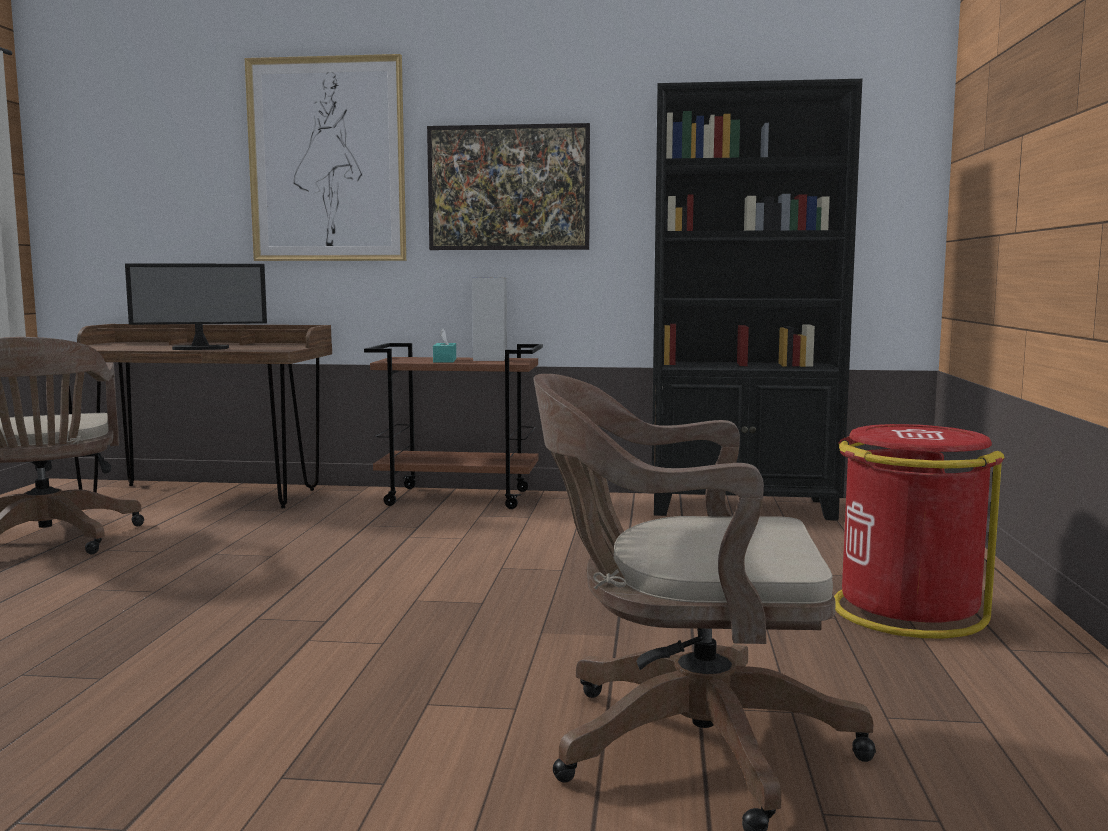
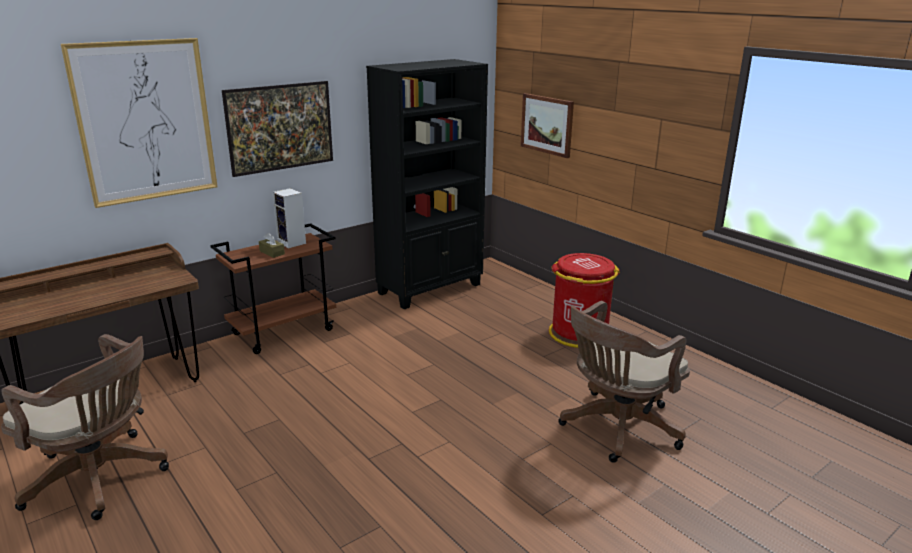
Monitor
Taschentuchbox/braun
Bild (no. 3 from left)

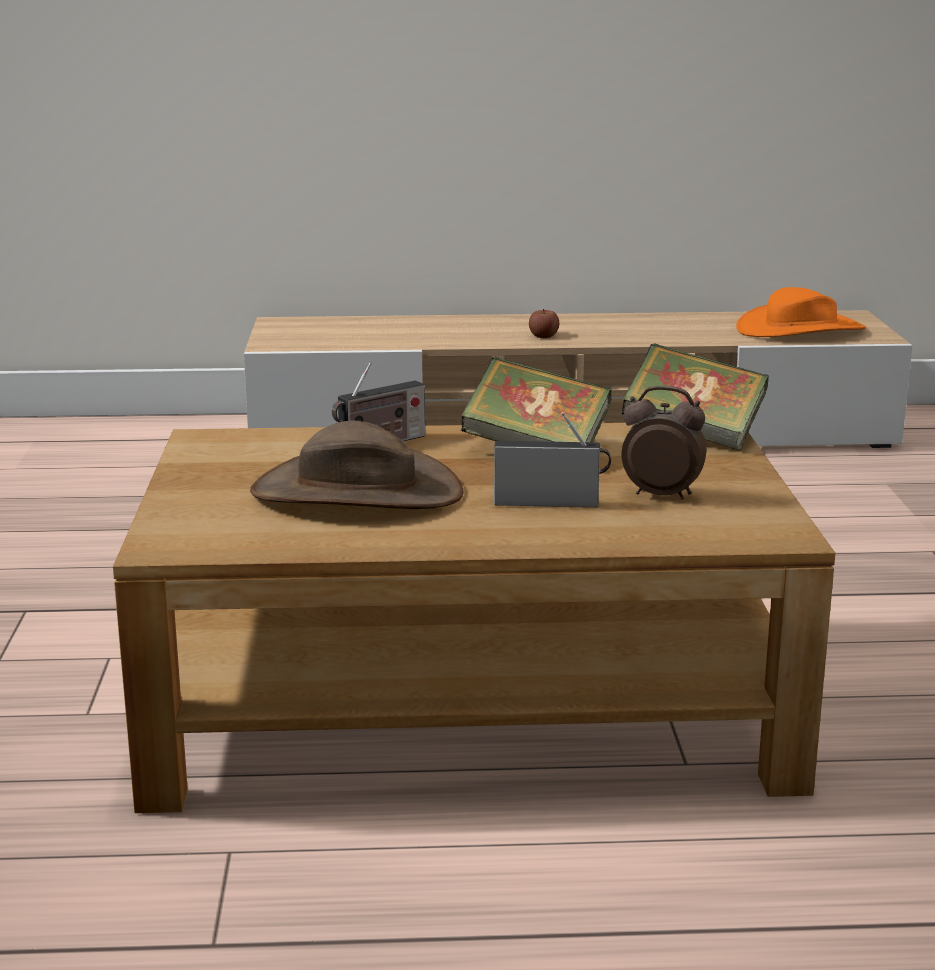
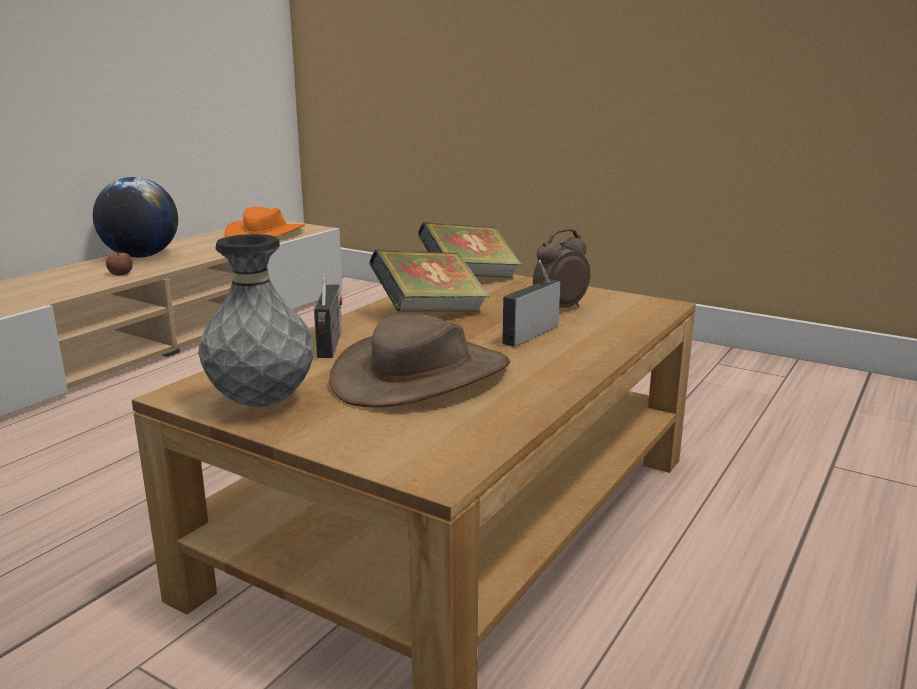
Globus
Vase/grau

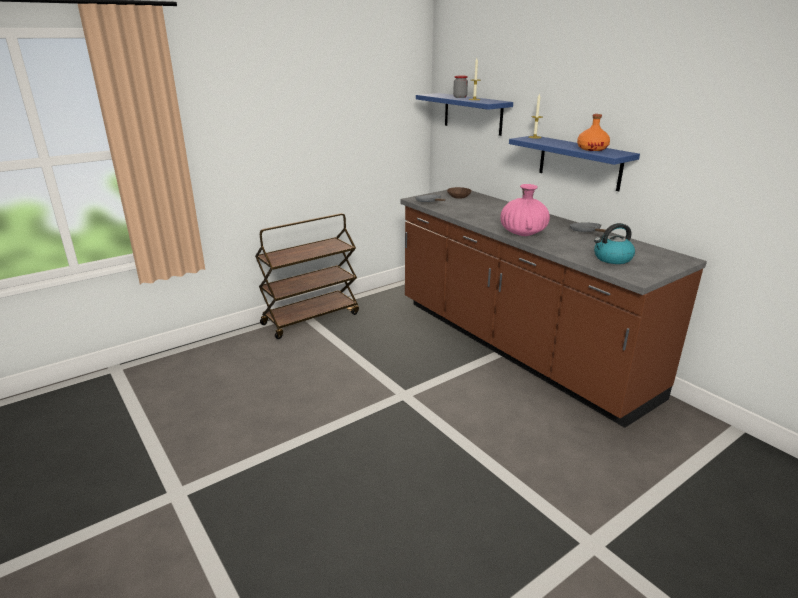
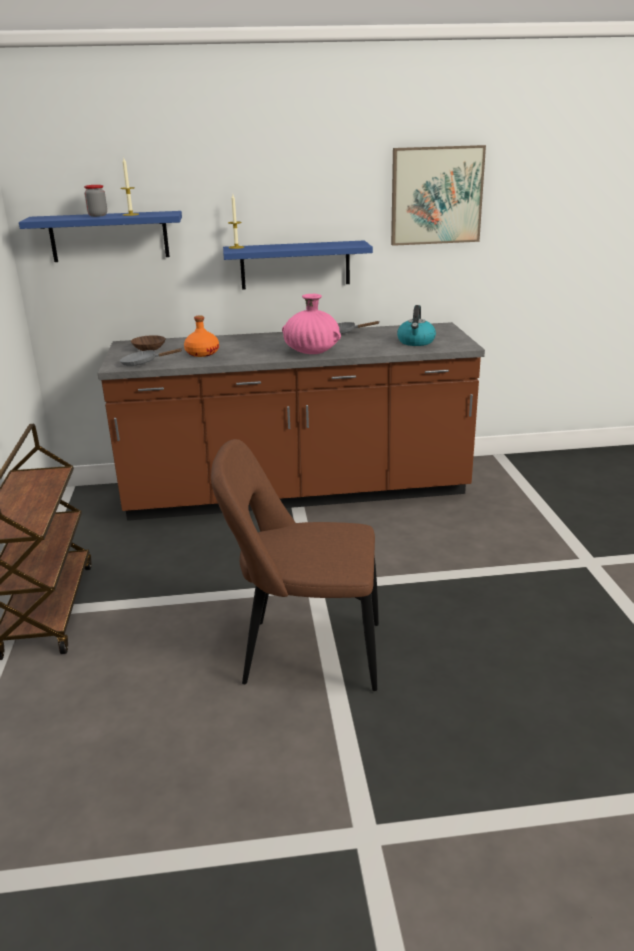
Flasche/orange
Bild
Stuhl/braun

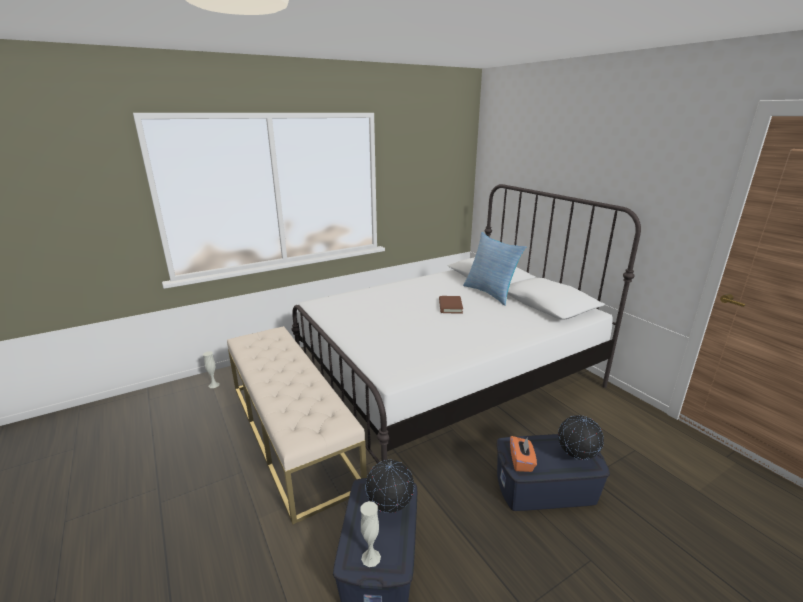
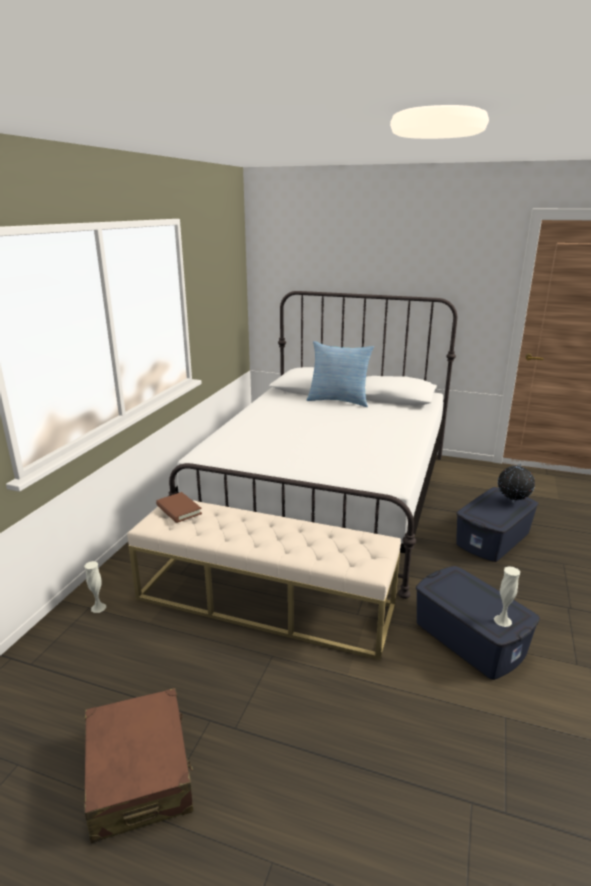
Buch/braun
Taschentuchbox/orange
Globus (no. 1 from left in the first image)
Koffer/braun

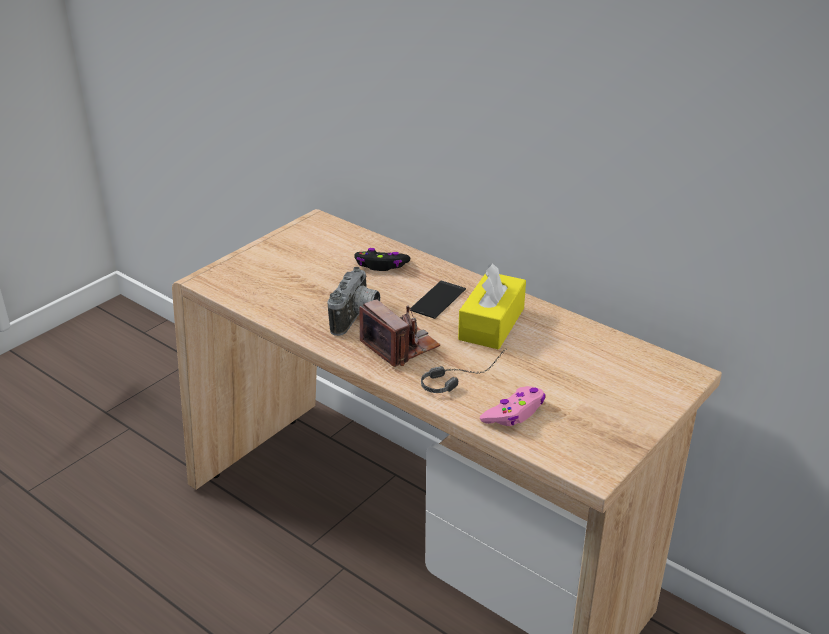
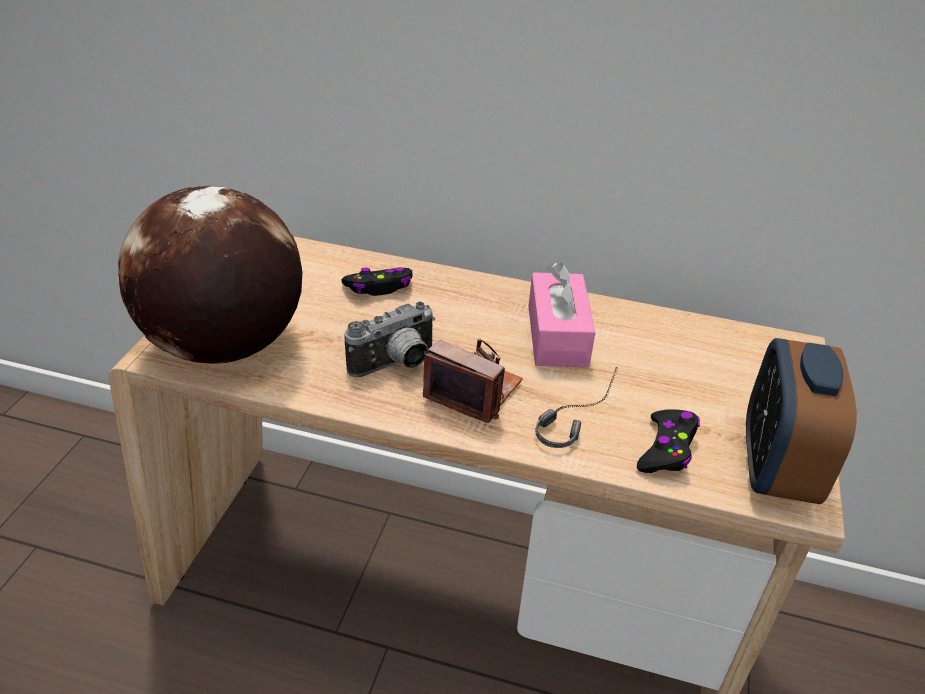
Taschentuchbox/rosa
Kamera (no. 1 from left)
Handy
Gamepad/schwarz (no. 2 from left)
Globus
Wecker

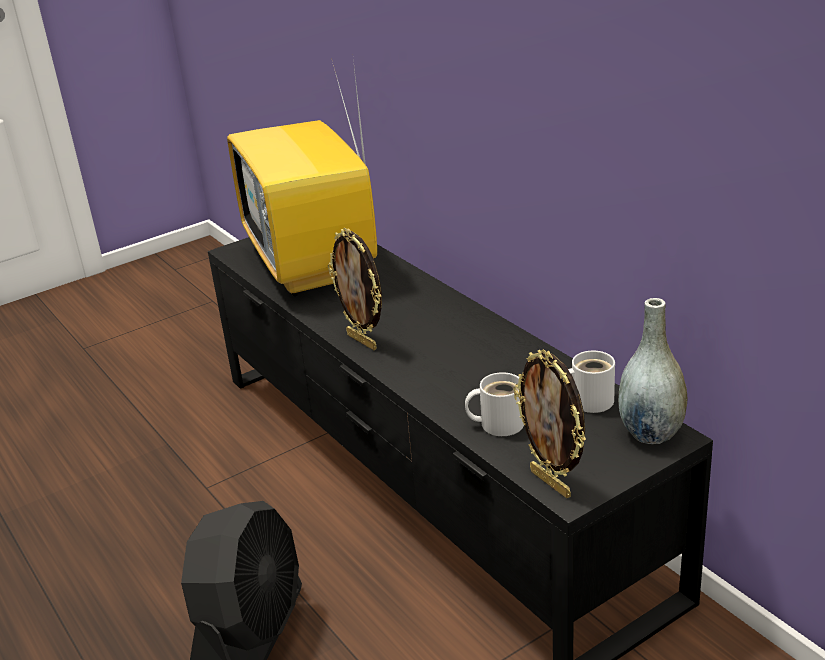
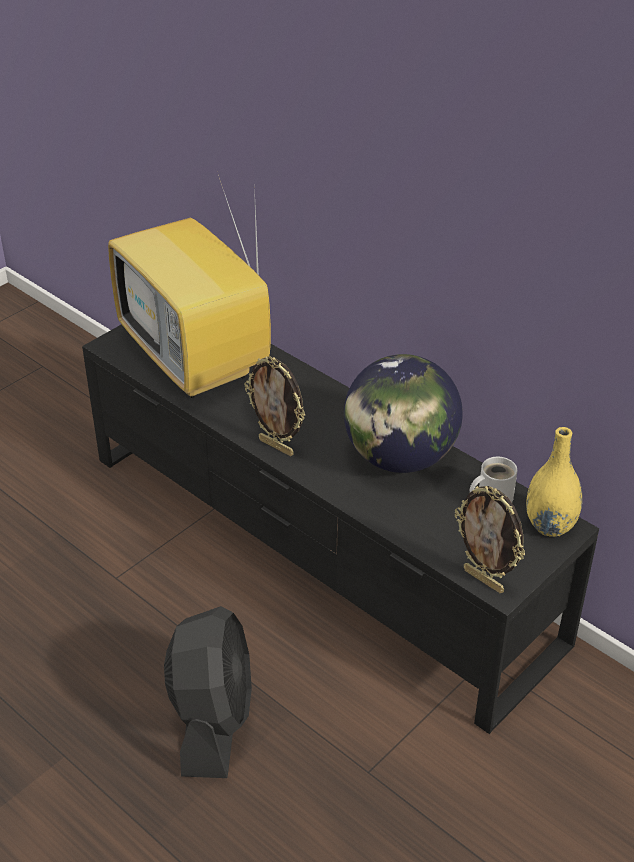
Vase/gelb
Henkelbecher/weiß (no. 1 from left in the first image)
Globus

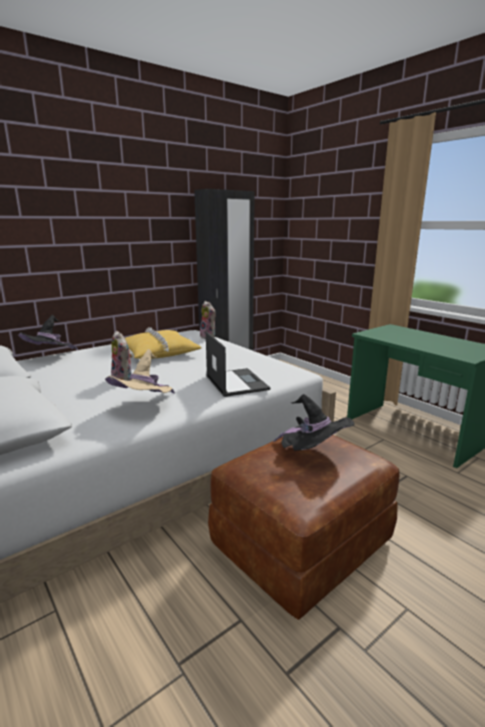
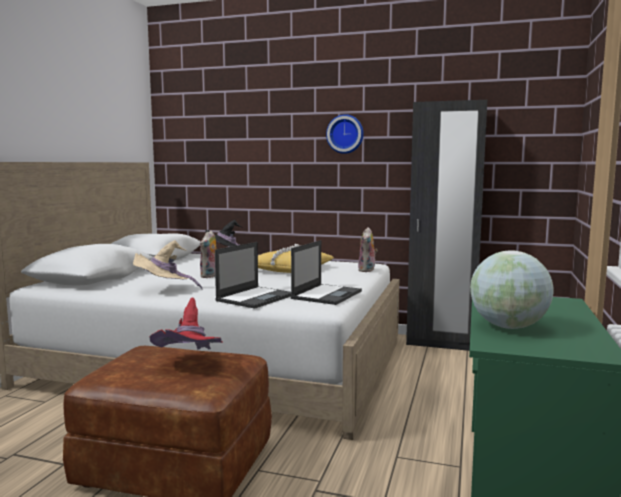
Hut/rot
Wanduhr
Laptop (no. 2 from left)
Globus

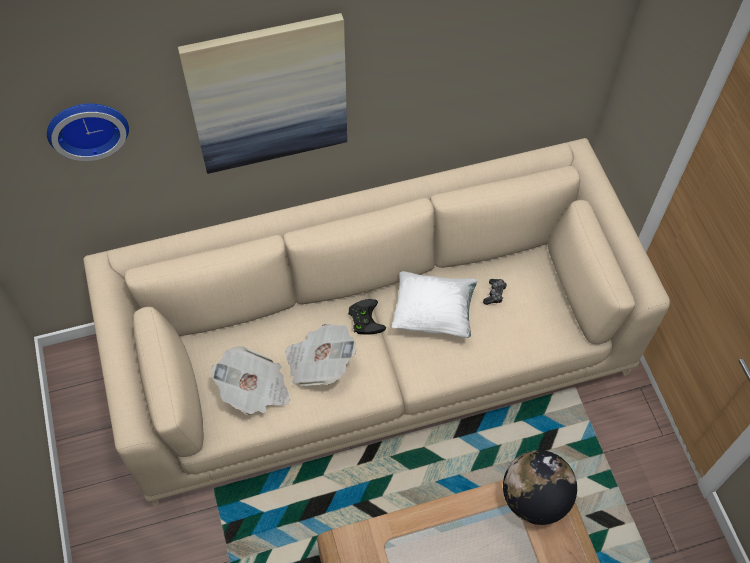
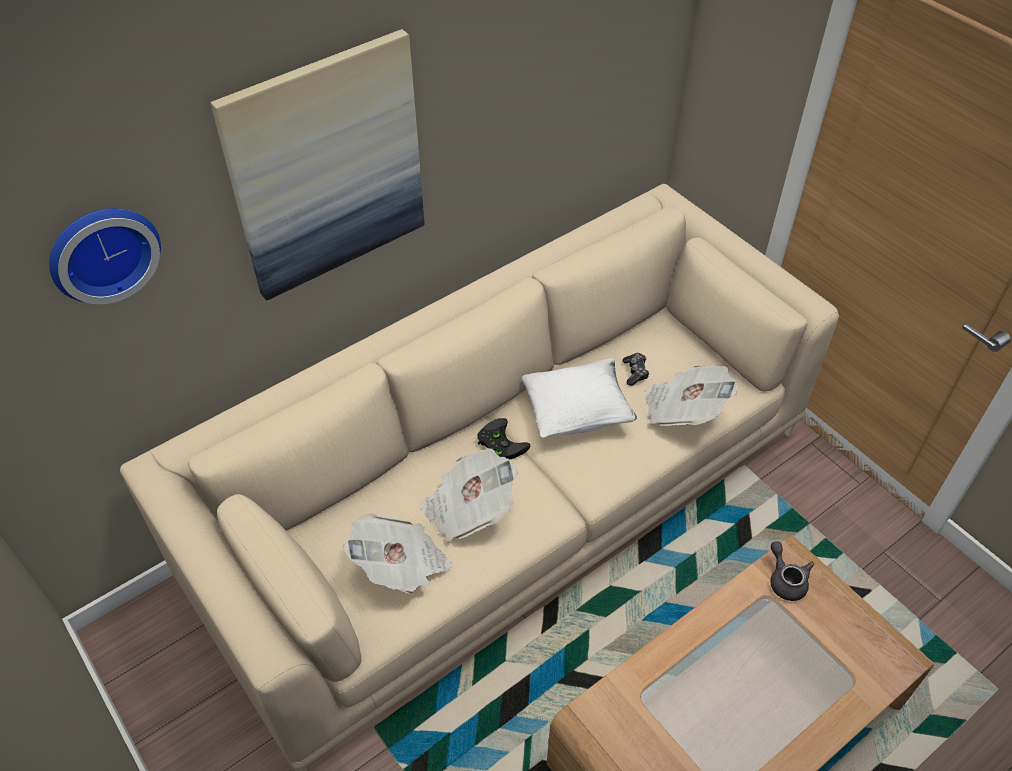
Teekanne/grau
Zeitung (no. 3 from left)

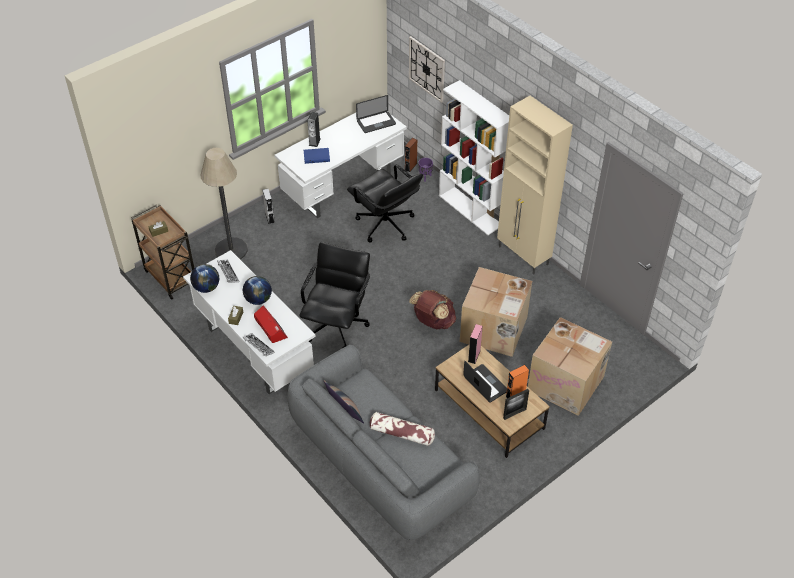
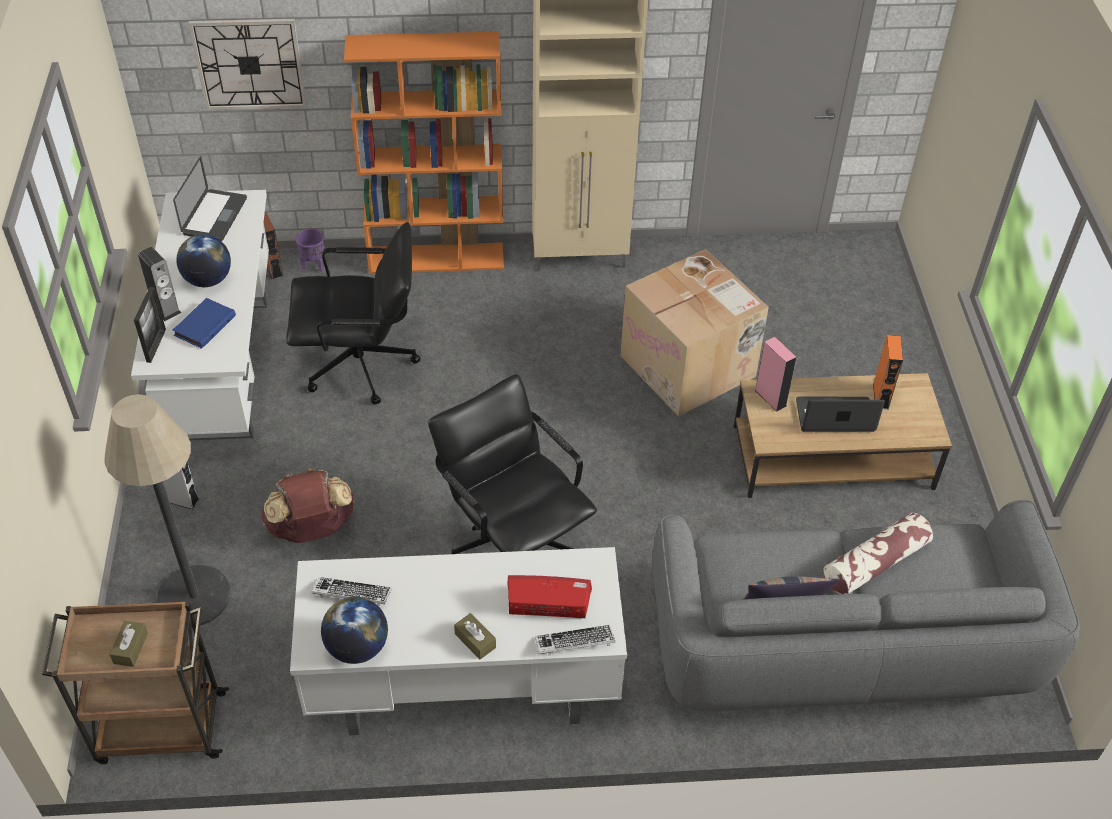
Bücherregal/orange
Globus (no. 1 from left)
Rucksack/braun
Karton (no. 2 from left in the first image)
Bilderrahmen

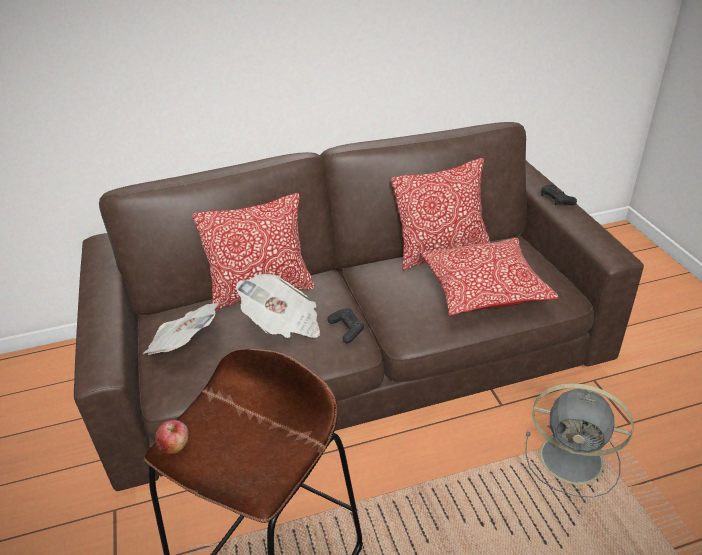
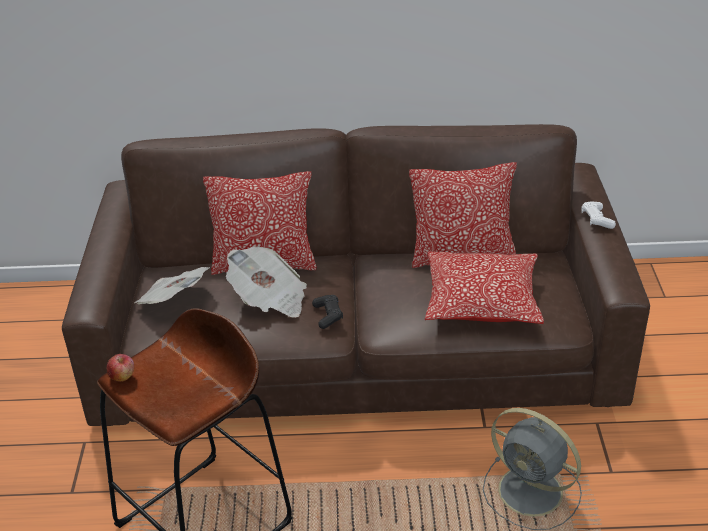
Gamepad/weiß

